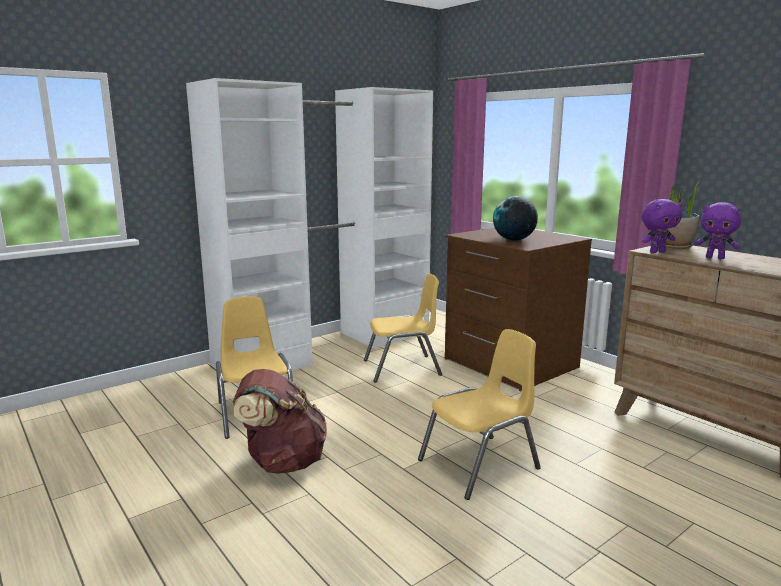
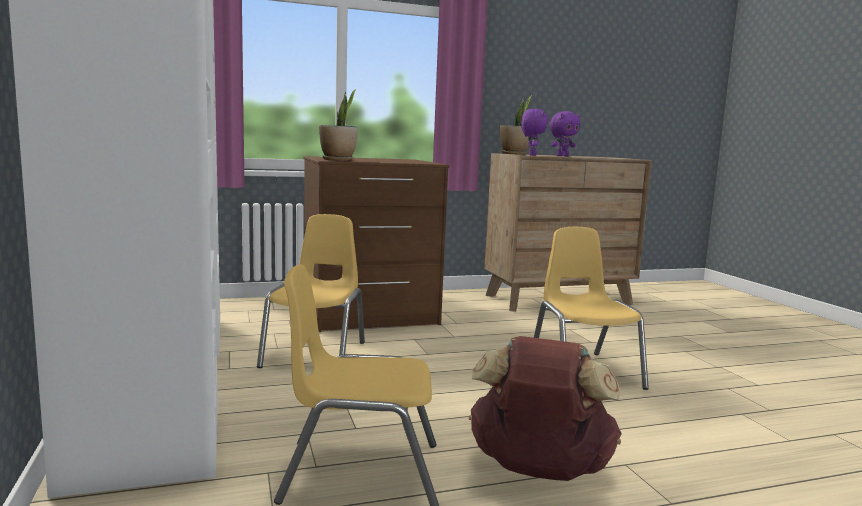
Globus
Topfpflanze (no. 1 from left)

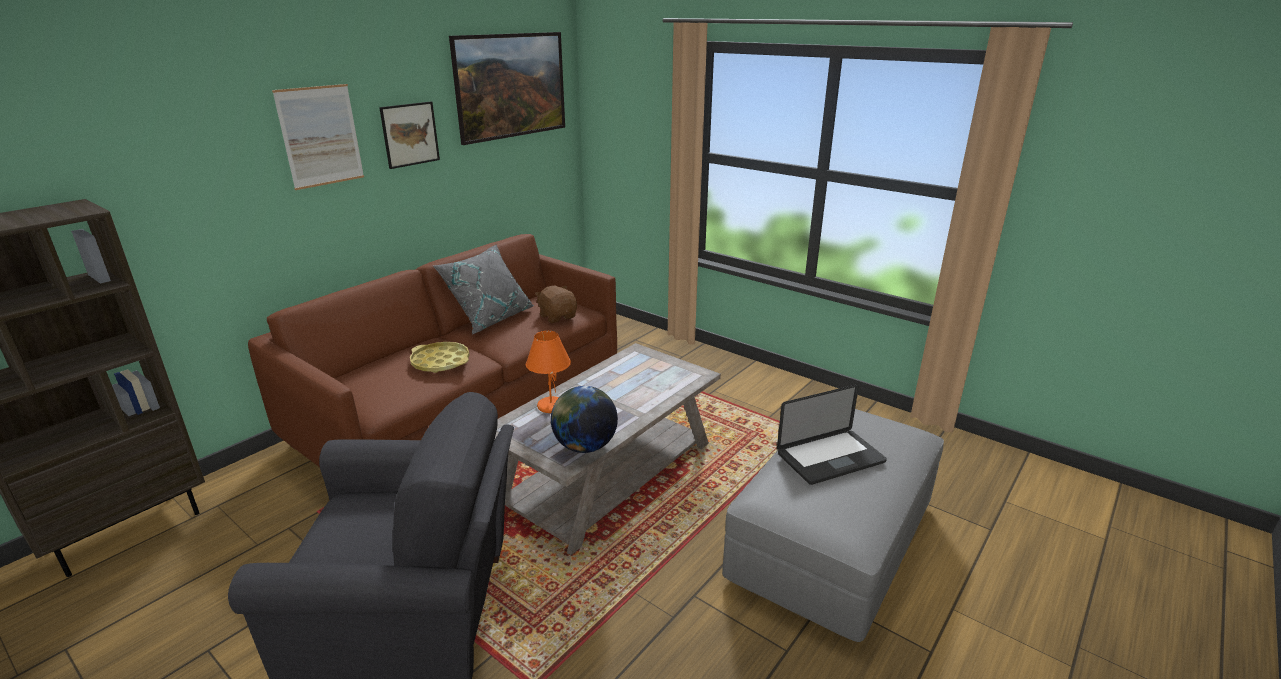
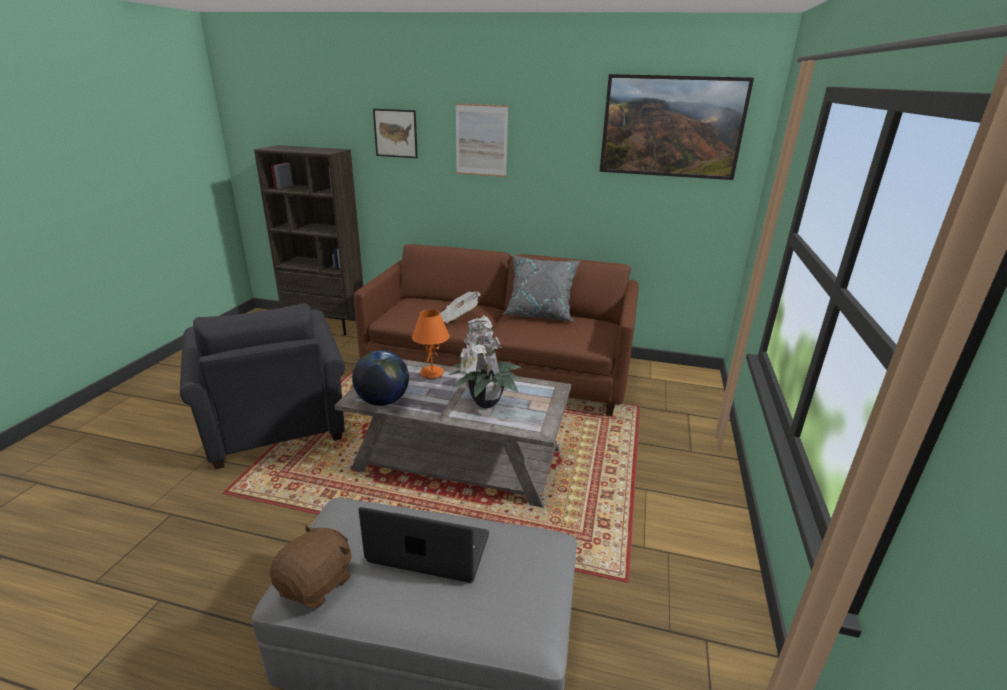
Bild (no. 1 from left)
Plüschtier/braun
Zeitung
Laptop
Topfpflanze

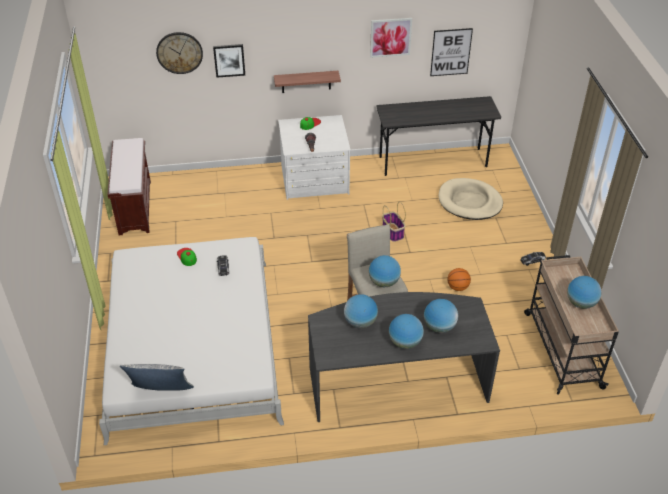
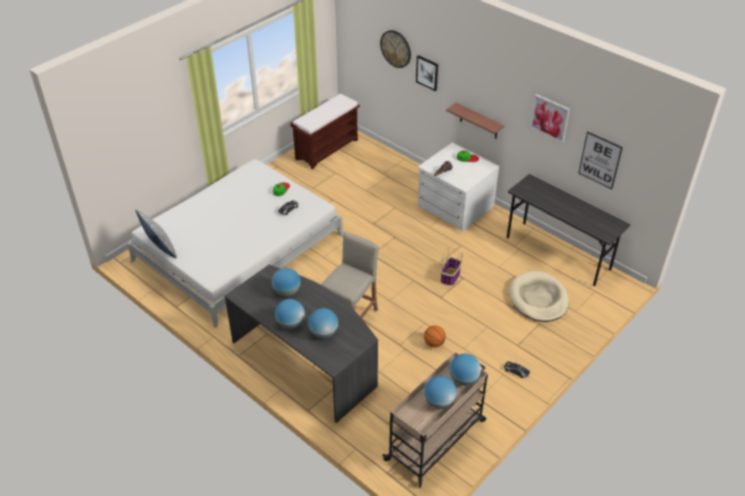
Globus (no. 5 from left)

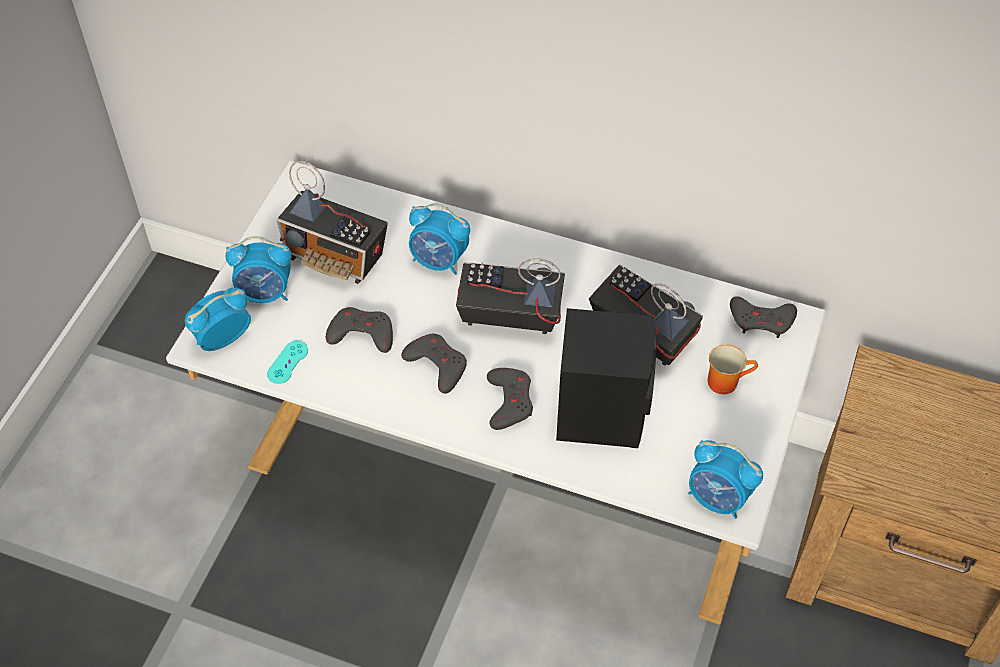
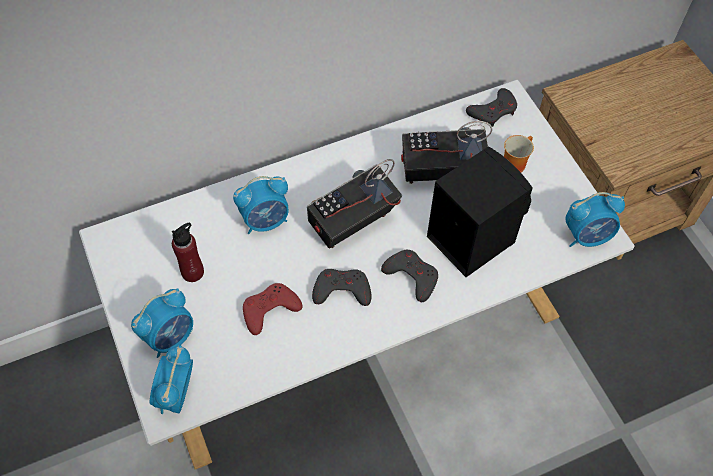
Flasche/rot
Gamepad/rot
Gamepad/türkis

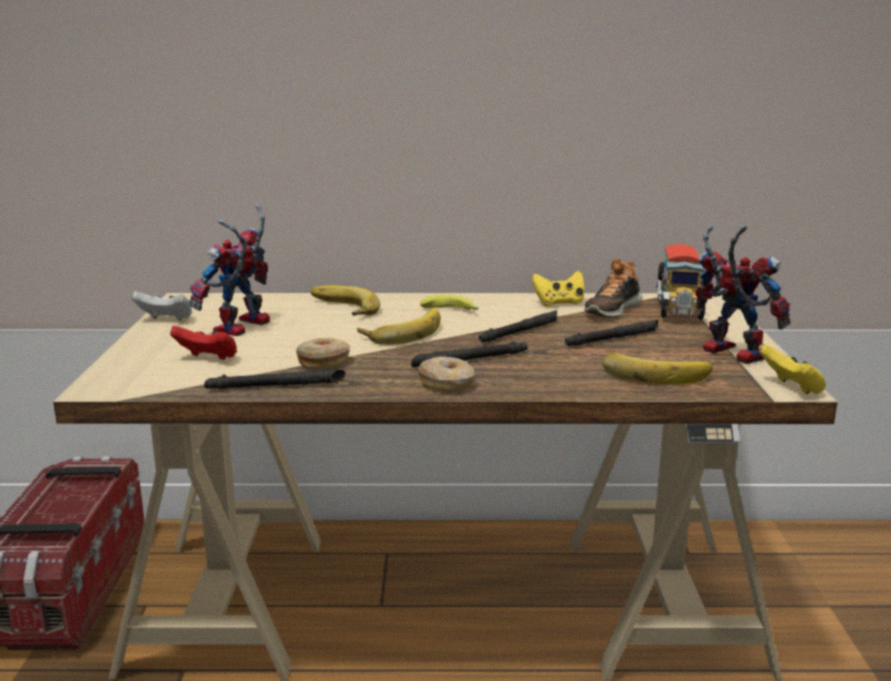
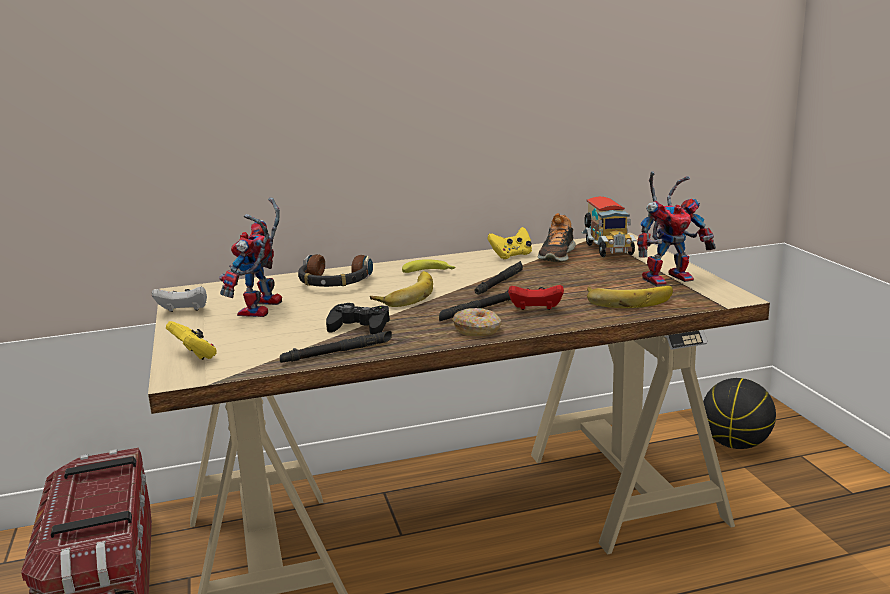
Spielzeugroboter (no. 2 from left)
Kopfhörer
Taschenlampe/schwarz (no. 4 from left in the first image)
Gamepad/rot
Gamepad/schwarz
Gamepad/gelb (no. 1 from left)
Basketball

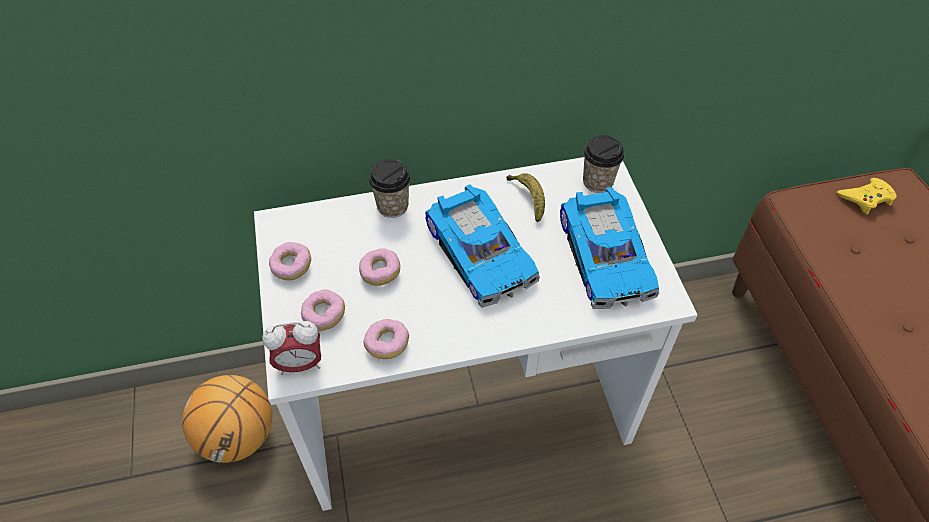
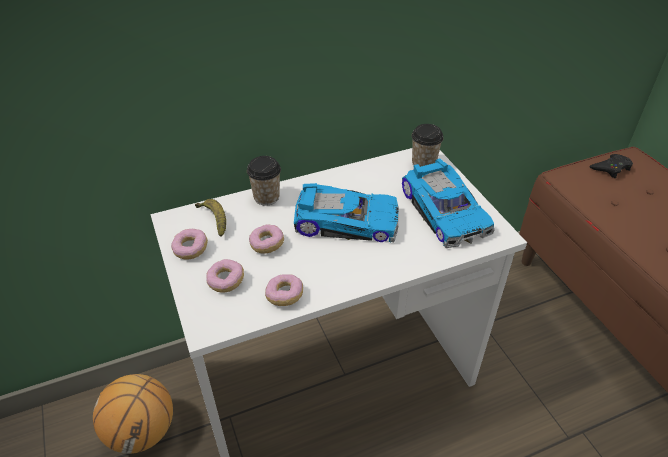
Banane
Gamepad/schwarz
Spielzeugauto (no. 1 from left)
Wecker

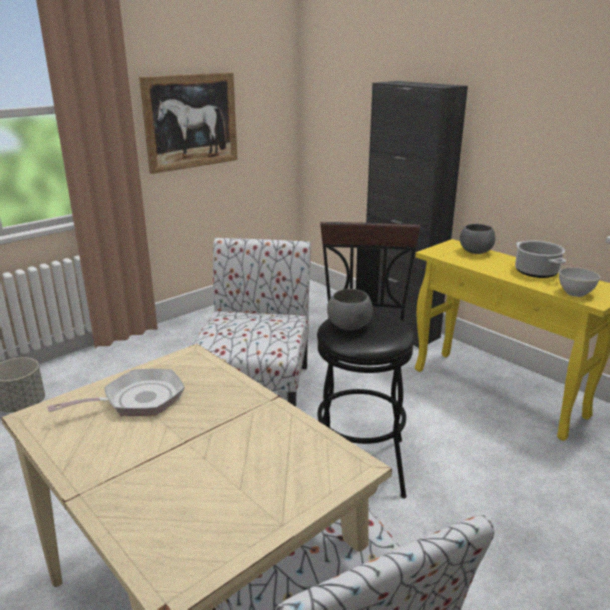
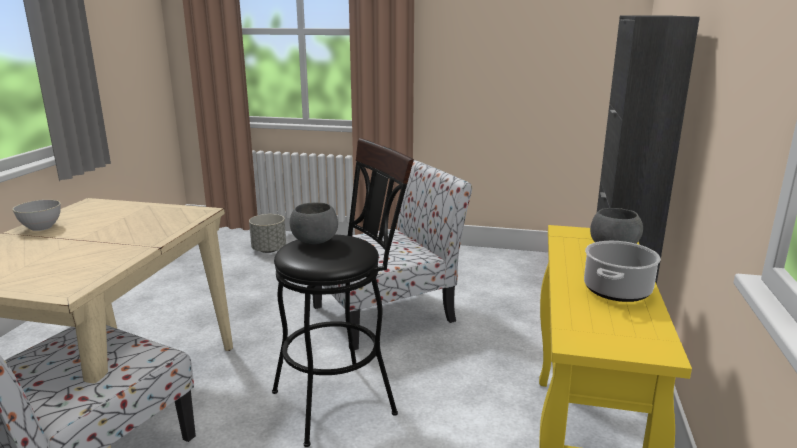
Bild
Schüssel/grau (no. 1 from left)
Pfanne

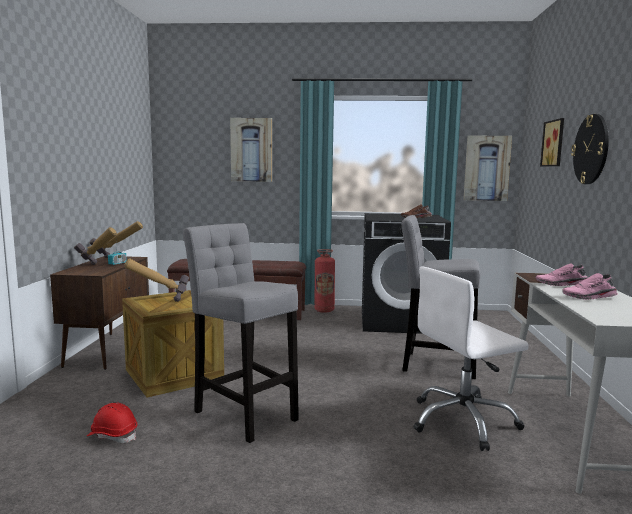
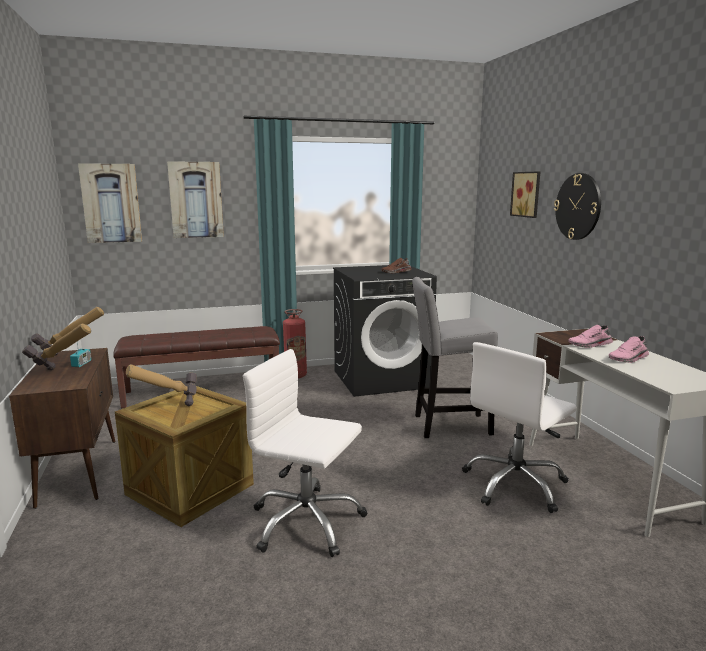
Bild (no. 1 from left)
Bürostuhl/weiß (no. 1 from left)
Schutzhelm/rot

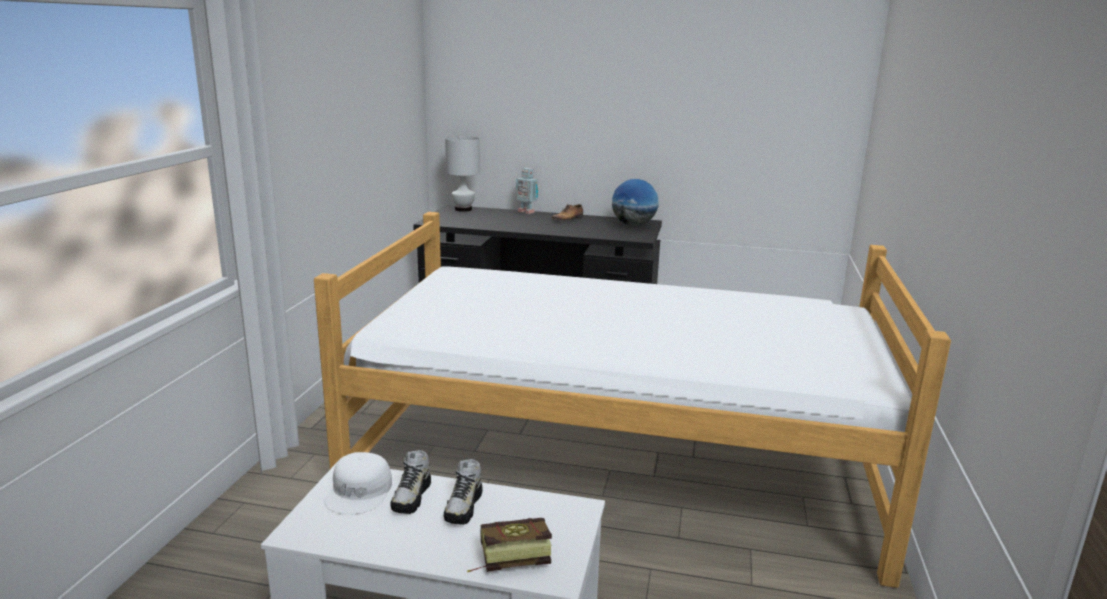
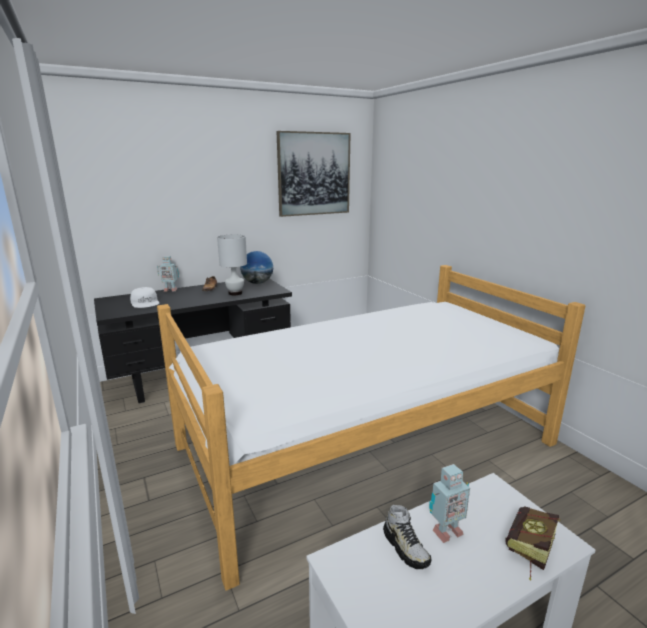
Tischlampe/weiß
Kappe/weiß
Spielzeugroboter (no. 2 from left)
Bild

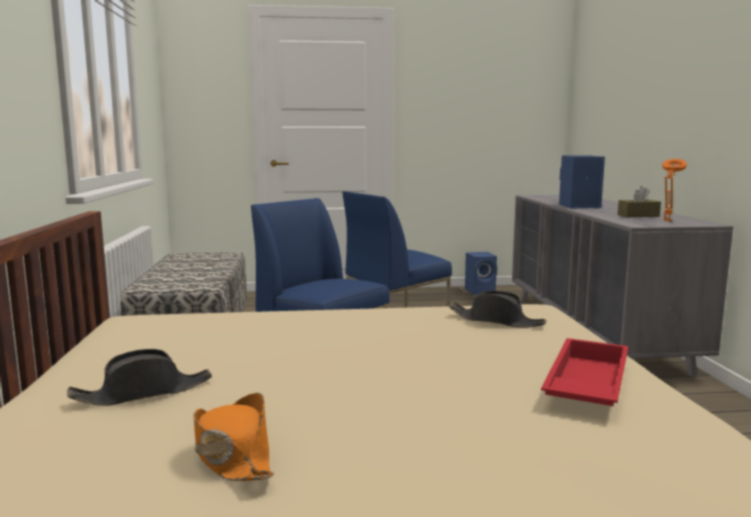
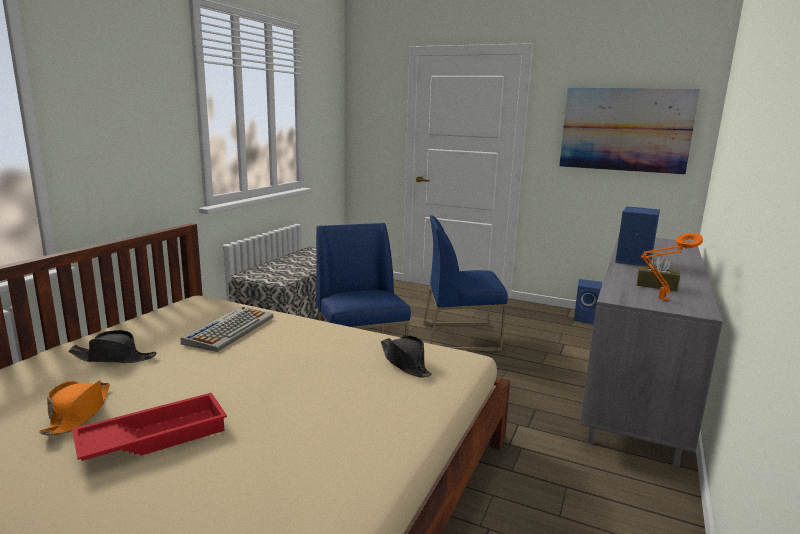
Tablett/rot
Bild
Tastatur

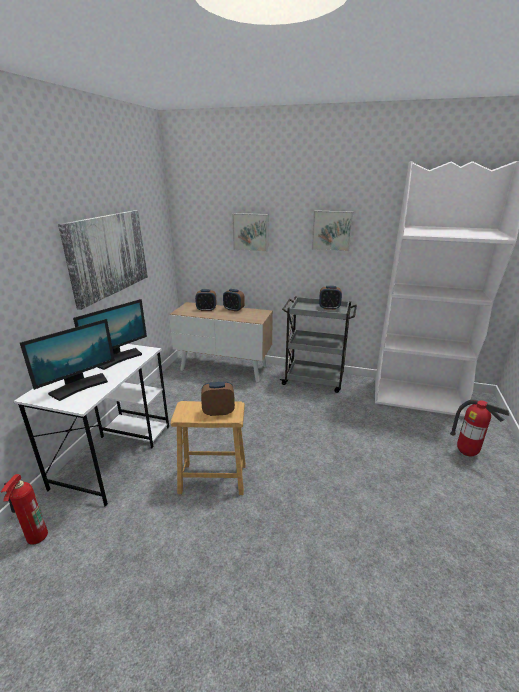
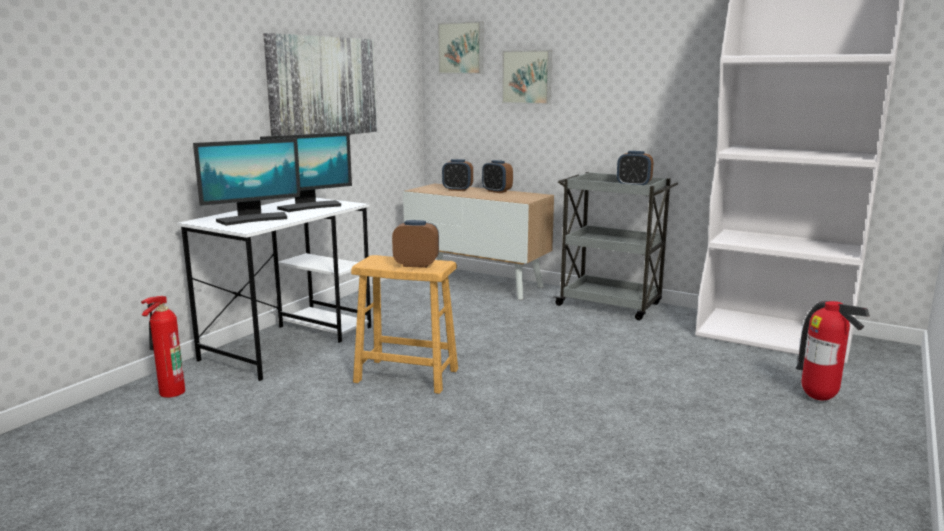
Bild (no. 2 from left)

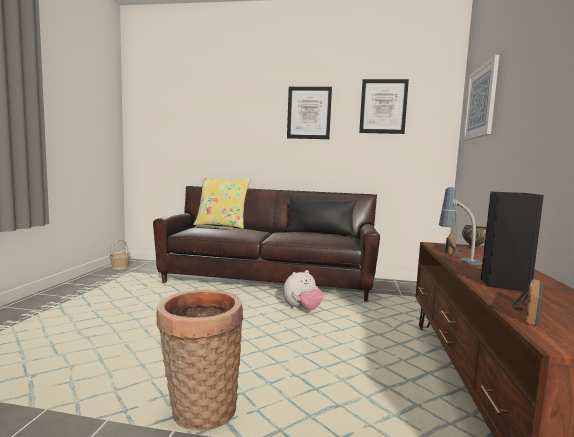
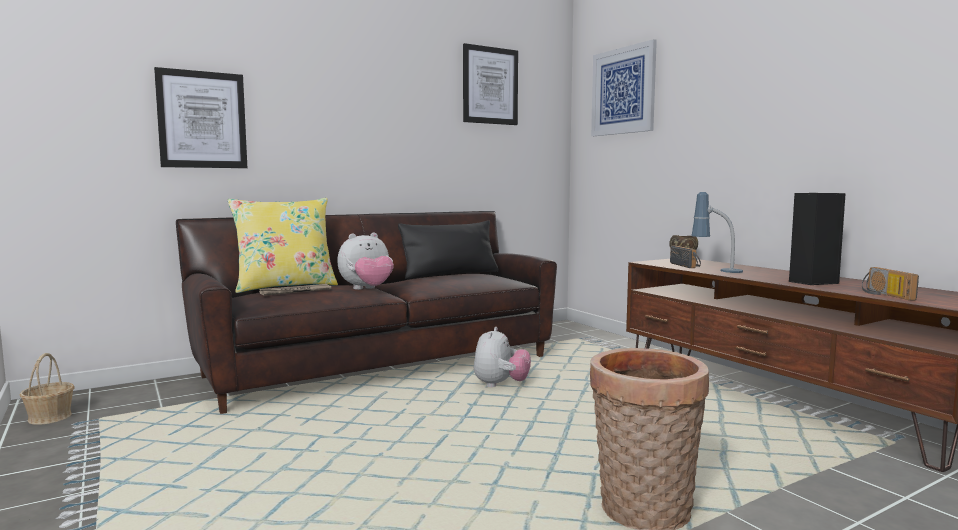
Bild (no. 1 from left)
Plüschtier (no. 1 from left)

